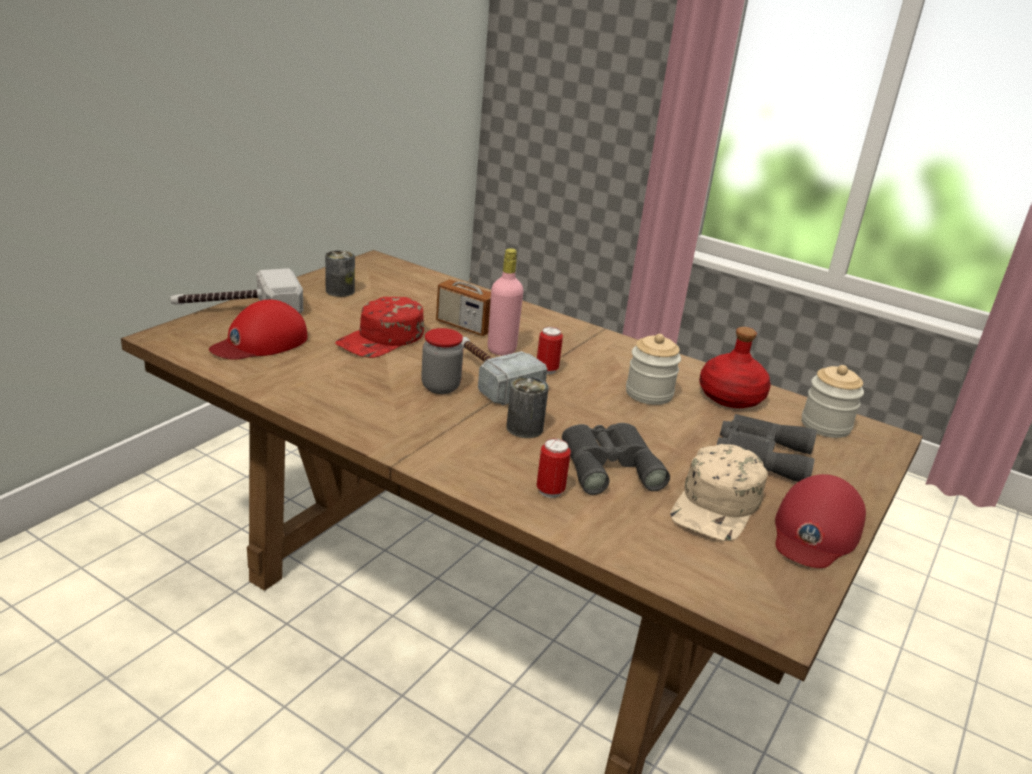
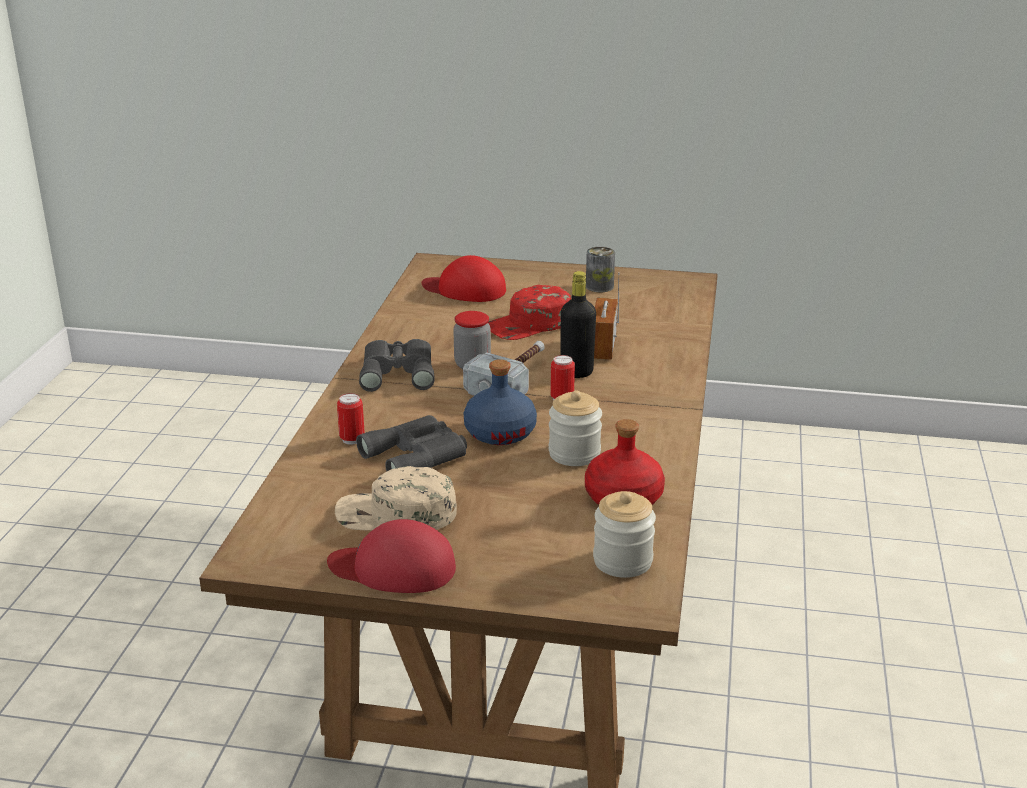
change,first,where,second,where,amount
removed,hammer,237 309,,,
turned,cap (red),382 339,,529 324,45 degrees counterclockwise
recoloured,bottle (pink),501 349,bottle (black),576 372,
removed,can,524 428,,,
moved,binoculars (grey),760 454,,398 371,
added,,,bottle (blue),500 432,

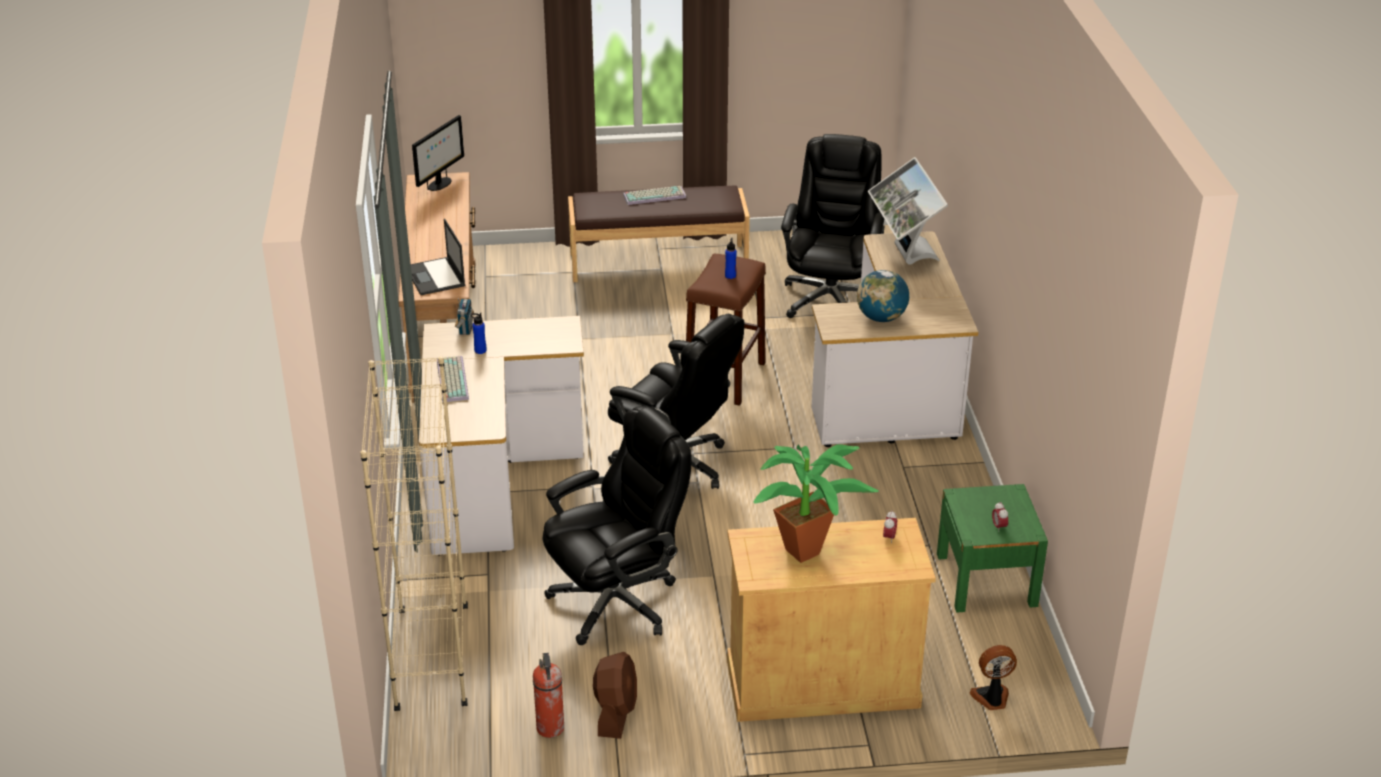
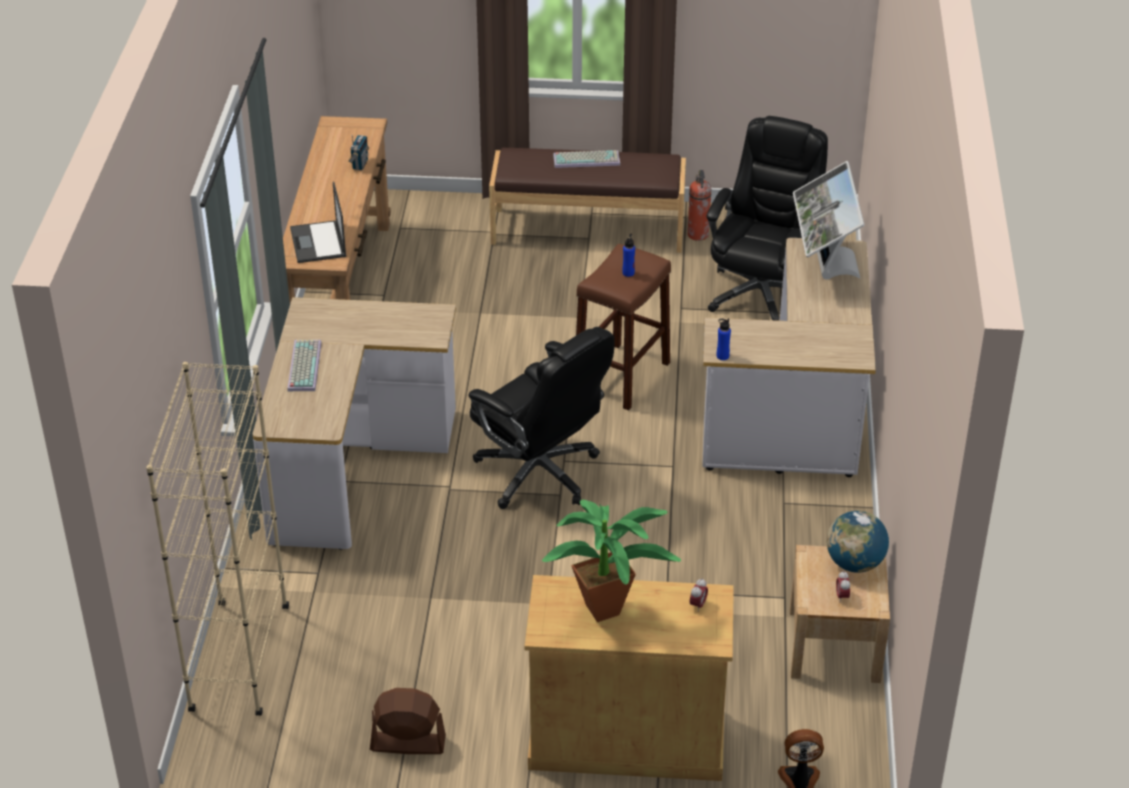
change,first,where,second,where,amount
removed,monitor,439 184,,,
moved,radio,465 329,,359 164,
moved,bottle (blue),480 350,,722 356,
moved,fire extinguisher,550 729,,698 235,
removed,office chair (black),617 601,,,
turned,fan (brown),615 712,,407 743,105 degrees counterclockwise
moved,globe,881 318,,855 563,
recoloured,nightstand (green),986 580,nightstand (beige),834 645,

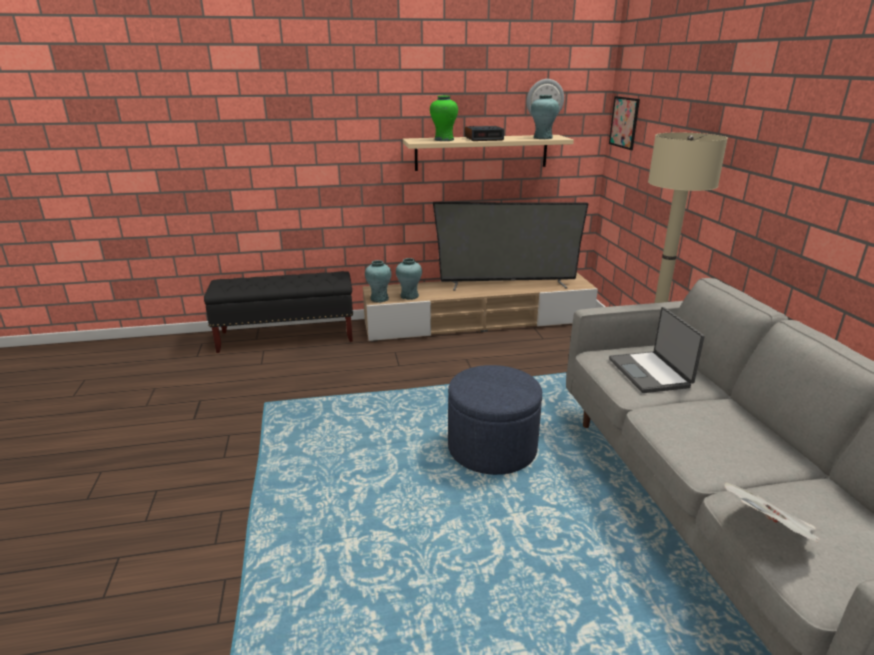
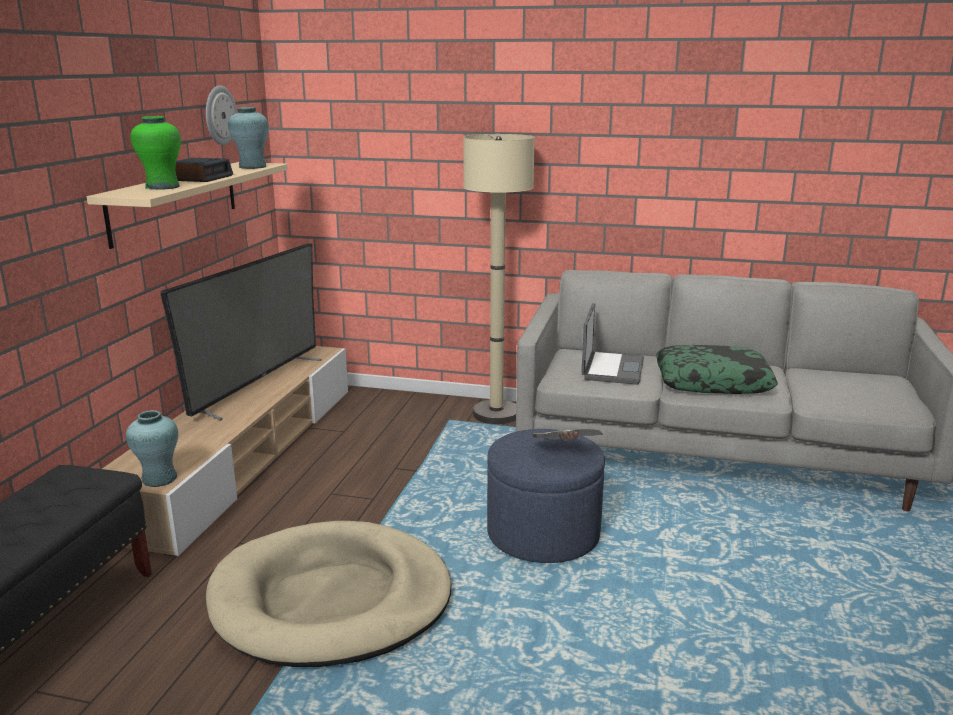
change,first,where,second,where,amount
removed,vase (turquoise),409 296,,,
removed,picture,624 122,,,
turned,laptop,650 373,,611 369,90 degrees counterclockwise
moved,newspaper,769 531,,565 452,
added,,,dog bed (beige),331 600,
added,,,pillow,712 381,

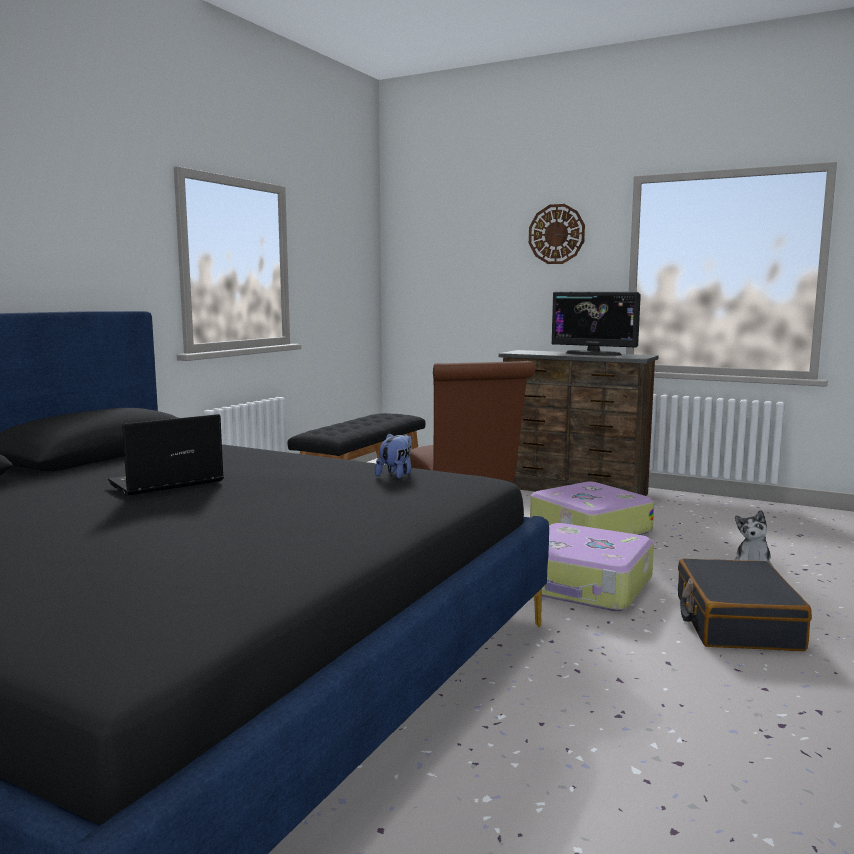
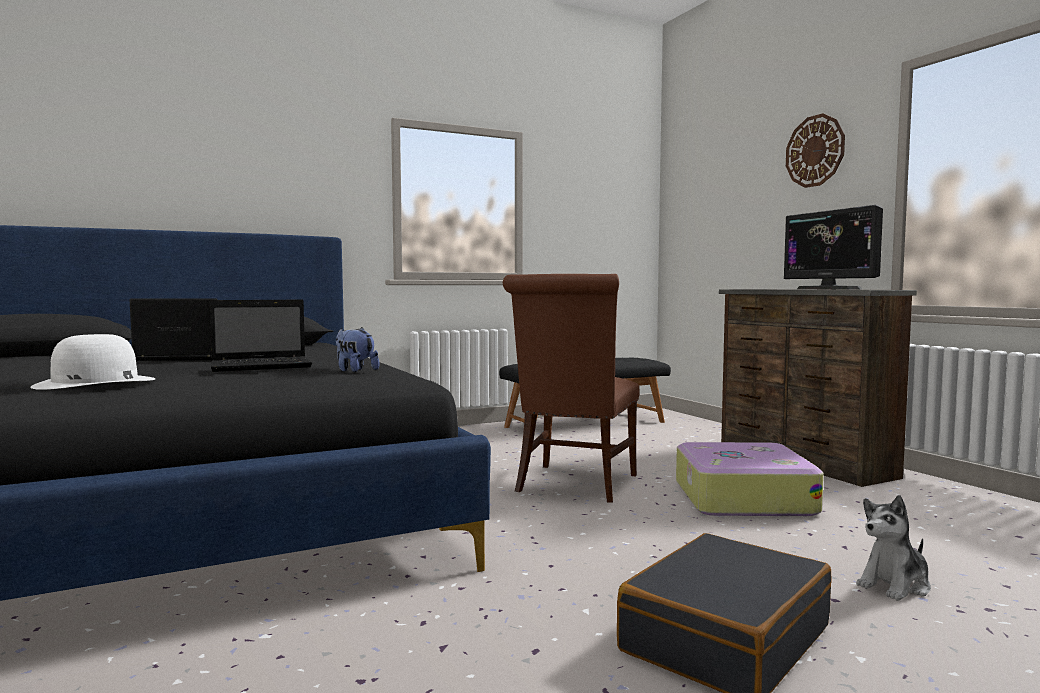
change,first,where,second,where,amount
turned,plush toy,396 475,,355 370,105 degrees counterclockwise
removed,suitcase,585 585,,,
added,,,hat (white),95 383,
added,,,laptop,263 366,

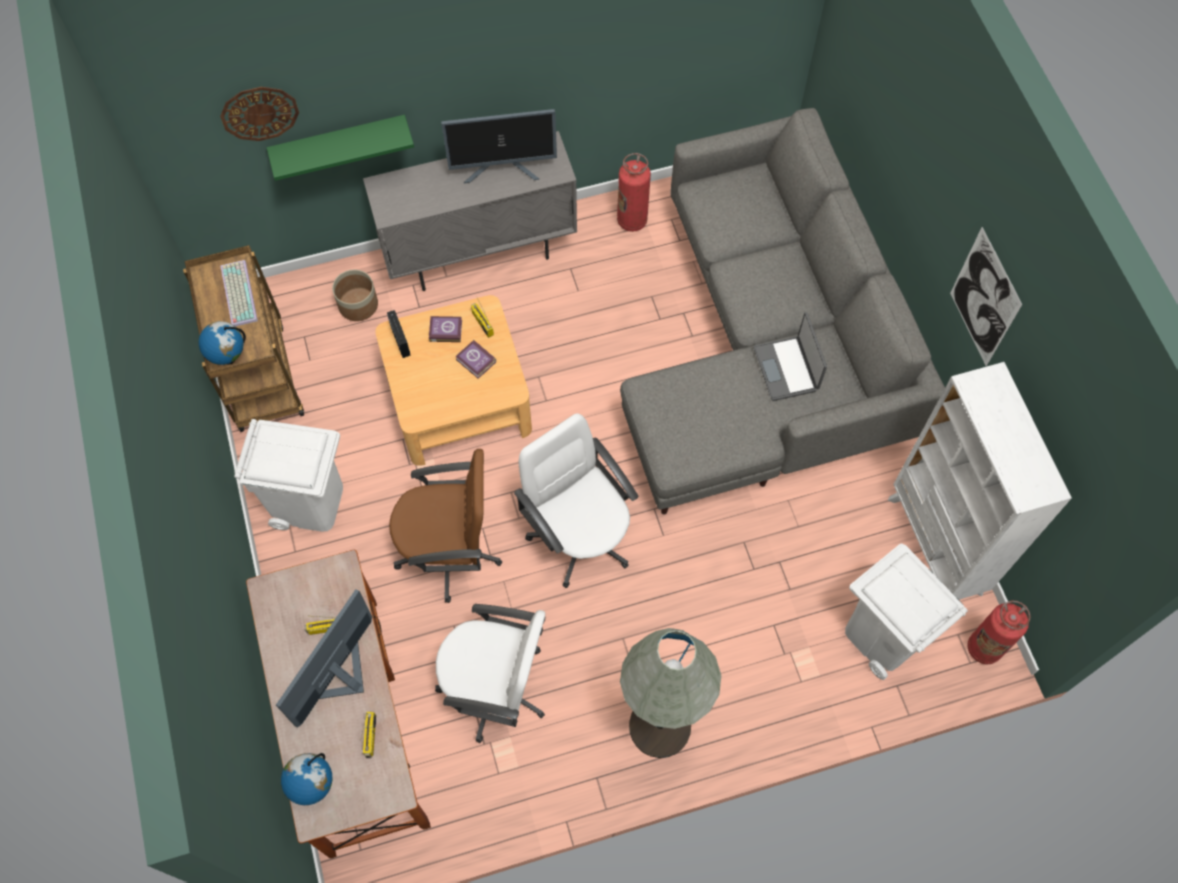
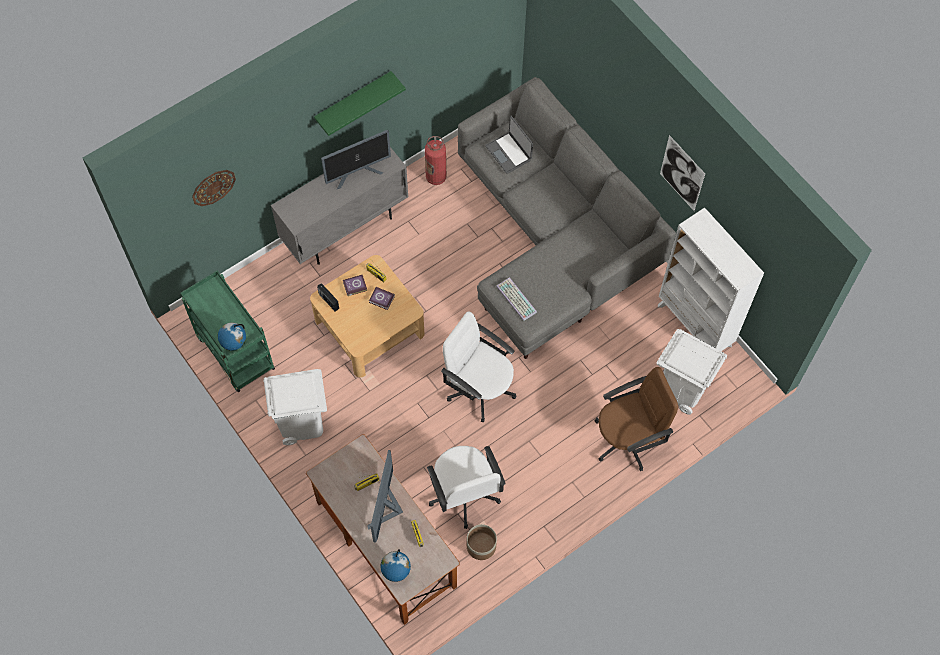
change,first,where,second,where,amount
recoloured,cart (brown),259 374,cart (green),234 352,
moved,keyboard,237 293,,515 299,
moved,shelf (green),339 144,,353 101,
moved,planter,358 304,,481 546,
moved,office chair (brown),450 550,,628 439,
turned,office chair (white),496 687,,464 494,75 degrees clockwise
removed,floor lamp (grey),659 726,,,
moved,laptop,787 369,,509 153,
removed,fire extinguisher,984 648,,,

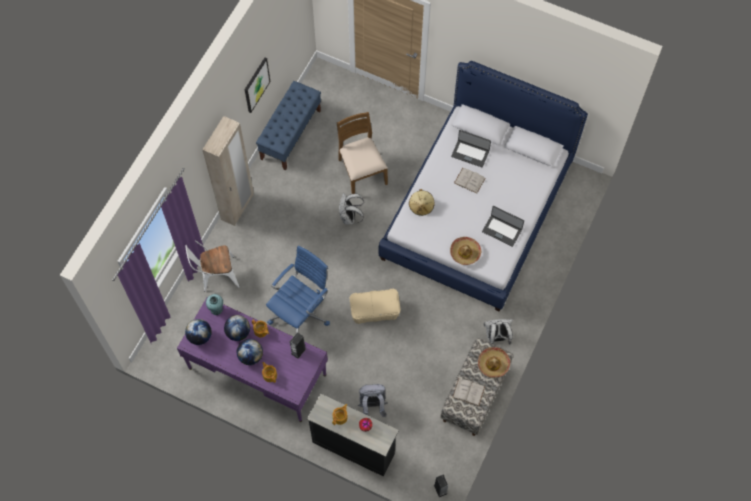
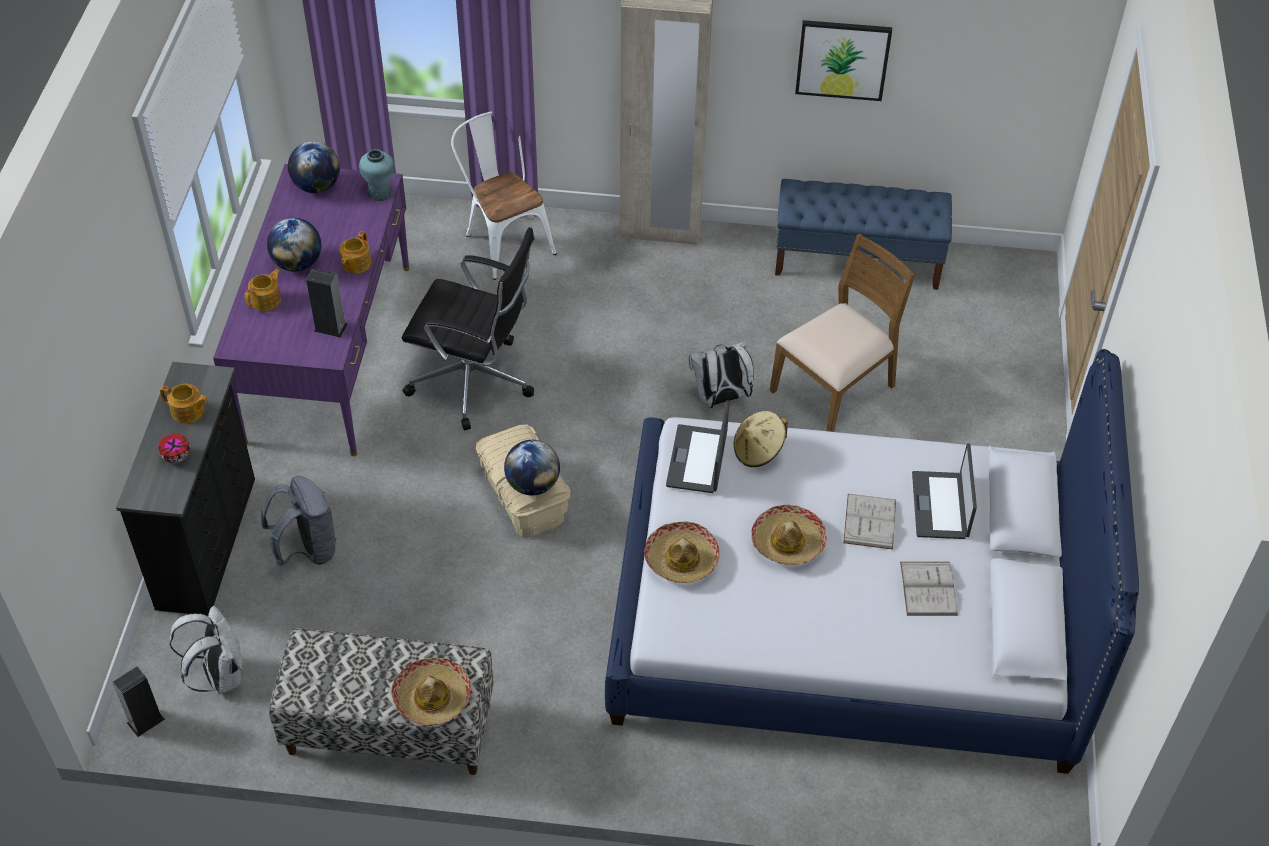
change,first,where,second,where,amount
moved,globe,238 332,,533 484,
recoloured,office chair (blue),301 313,office chair (black),475 381,
moved,book (white),468 392,,928 588,
moved,laptop,502 230,,698 459,
moved,backpack (white),496 337,,219 675,
added,,,hat,788 542,

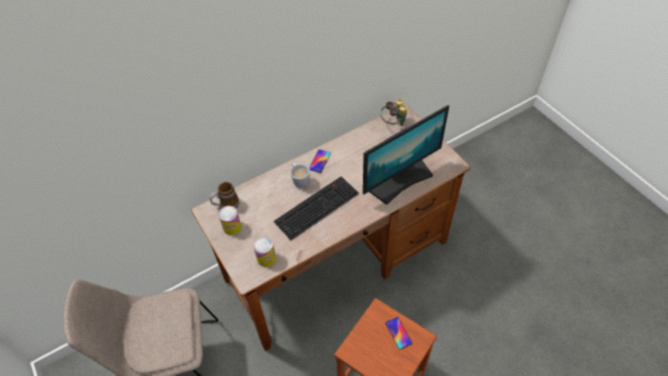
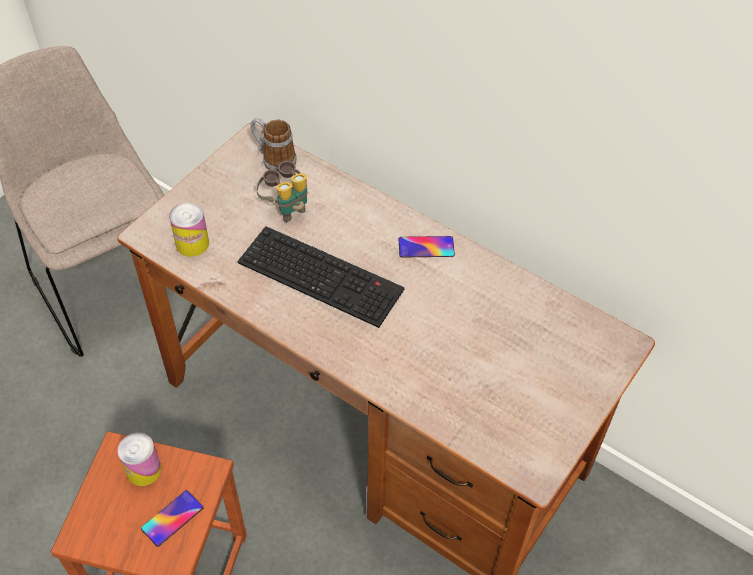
change,first,where,second,where,amount
moved,can,232 227,,144 470,
removed,mug (white),299 180,,,
removed,monitor,400 180,,,
moved,binoculars,393 123,,286 207,

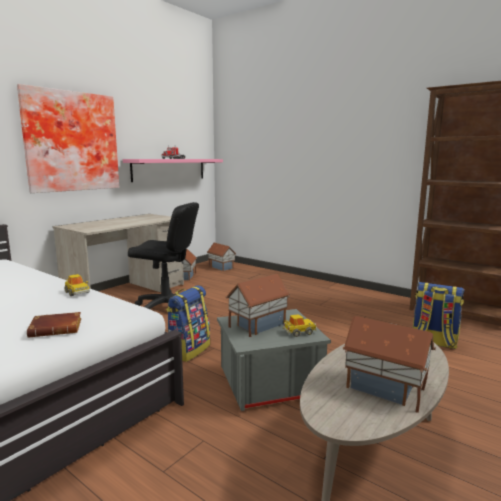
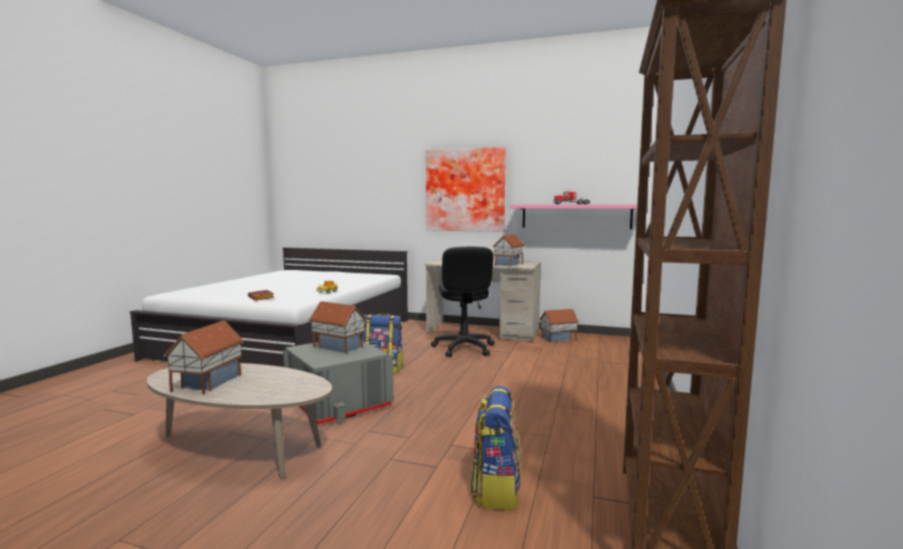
change,first,where,second,where,amount
moved,toy house,221 267,,509 264,
removed,toy car,299 332,,,

